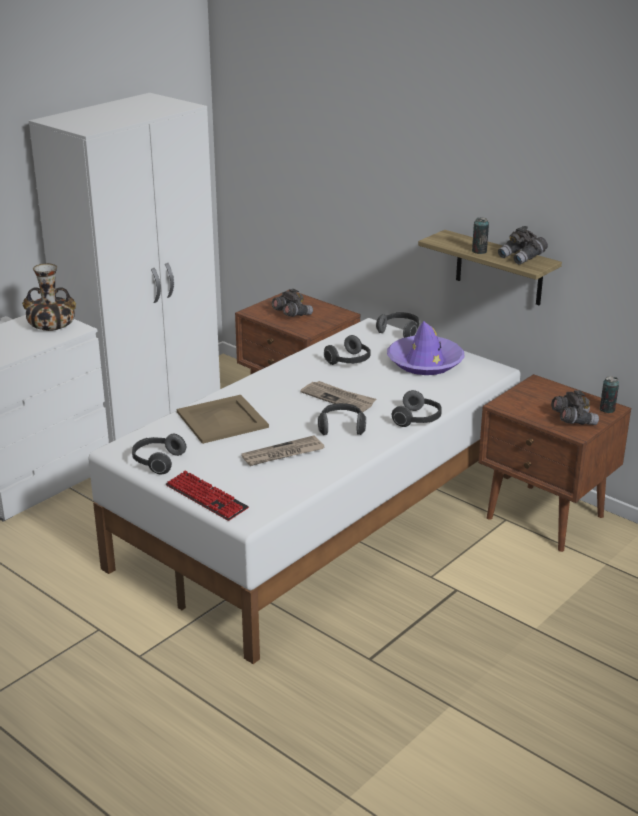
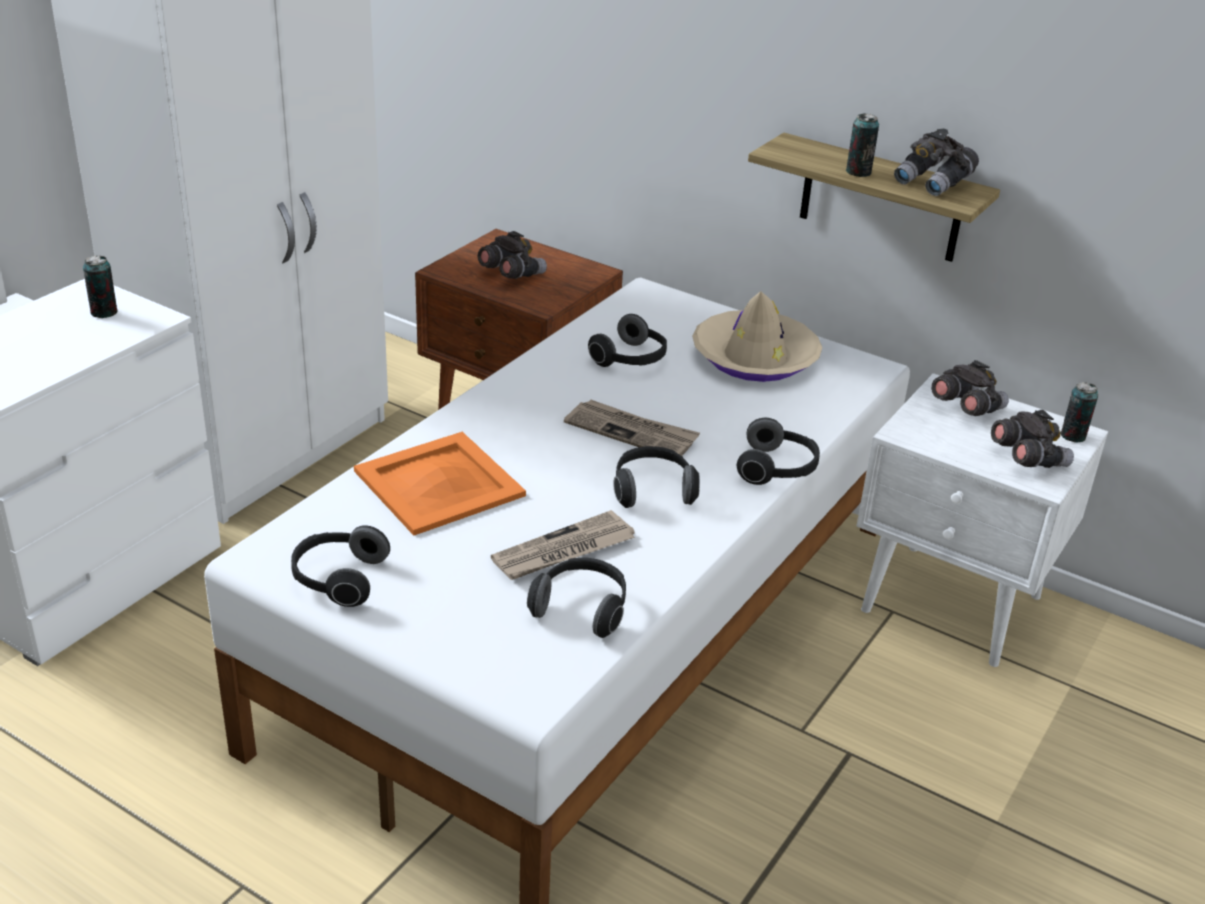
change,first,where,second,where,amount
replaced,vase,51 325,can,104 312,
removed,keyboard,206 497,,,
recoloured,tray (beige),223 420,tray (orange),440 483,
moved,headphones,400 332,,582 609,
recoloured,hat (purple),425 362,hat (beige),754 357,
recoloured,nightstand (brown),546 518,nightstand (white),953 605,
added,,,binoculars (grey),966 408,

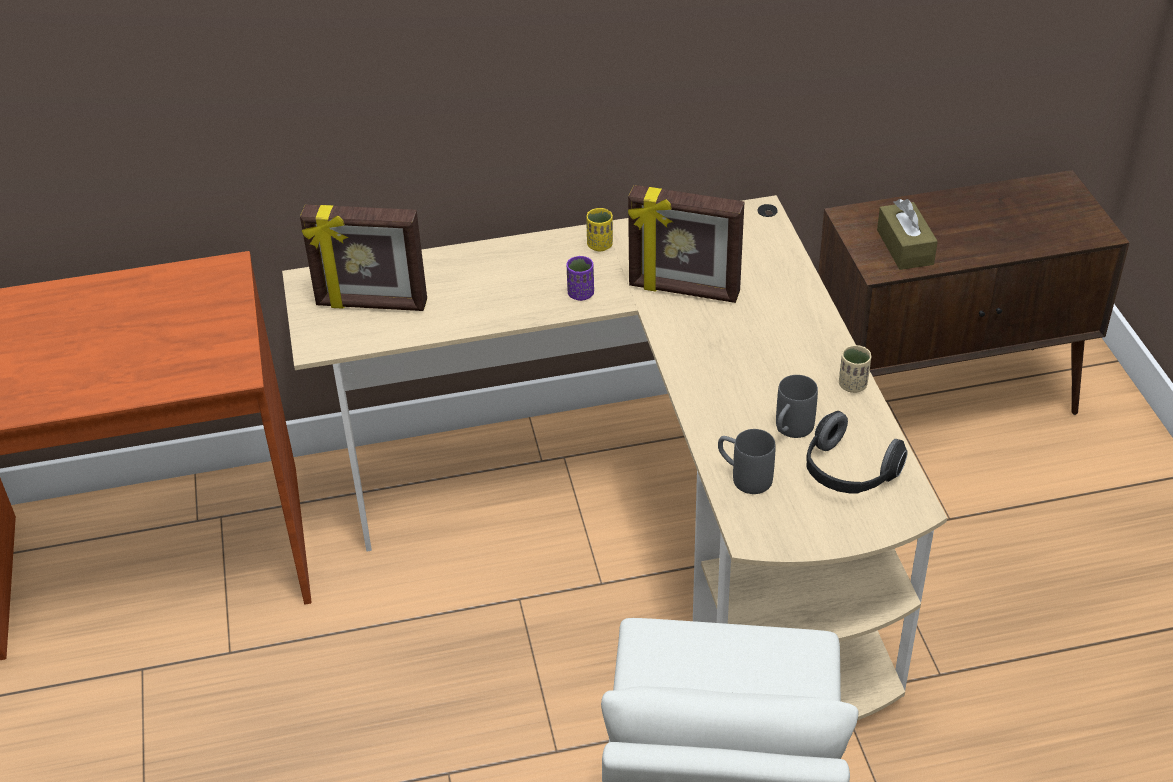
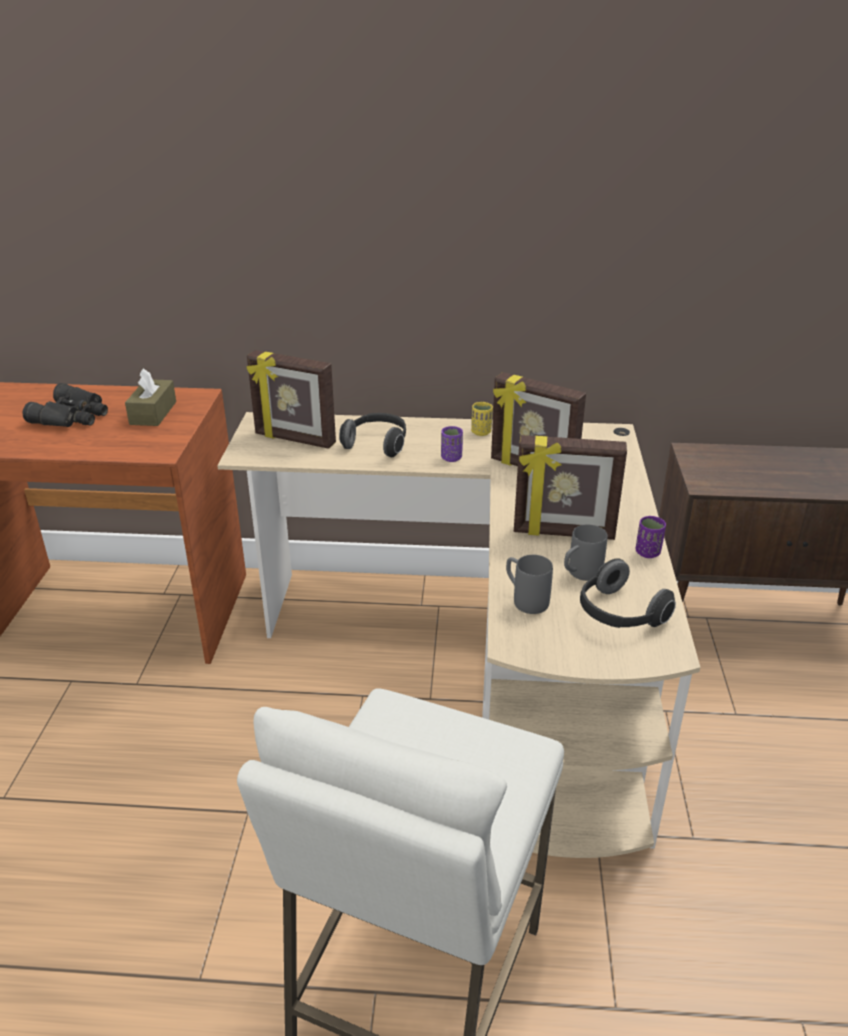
change,first,where,second,where,amount
recoloured,cup (beige),852 385,cup (purple),647 553,
moved,tissue box (brown),905 247,,153 413,
added,,,binoculars (black),73 416,
added,,,headphones,377 444,
added,,,picture frame,563 533,

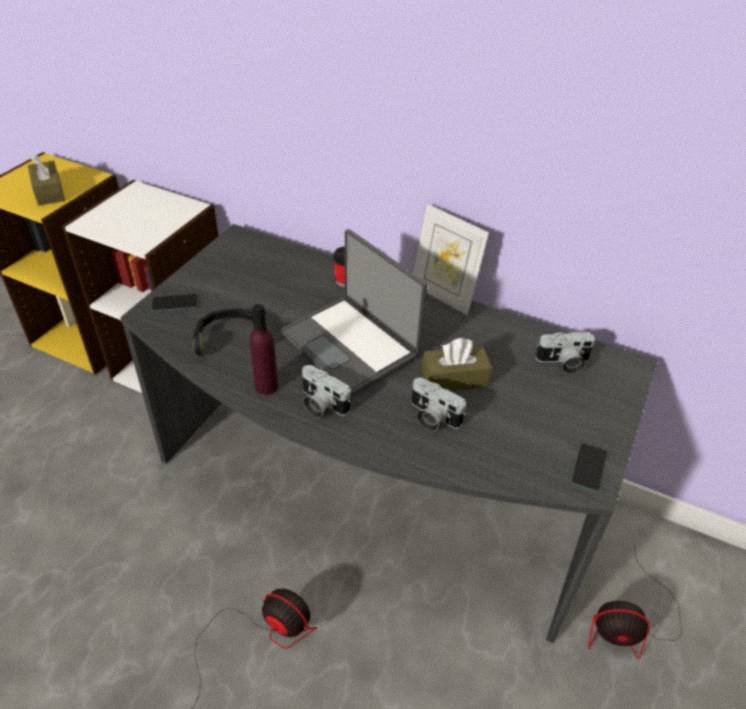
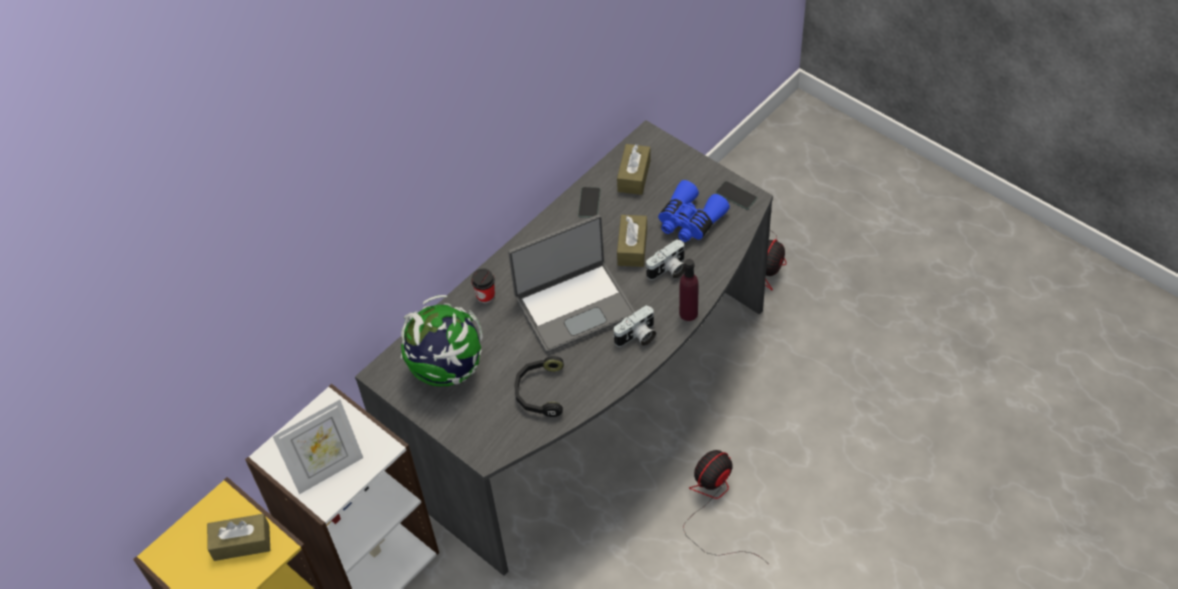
change,first,where,second,where,amount
moved,phone,175 303,,589 203,
moved,bottle (purple),266 386,,688 313,
moved,picture frame,443 296,,328 470,
replaced,photo camera,563 363,tissue box (brown),634 176,
added,,,globe,447 369,
added,,,binoculars (blue),689 221,

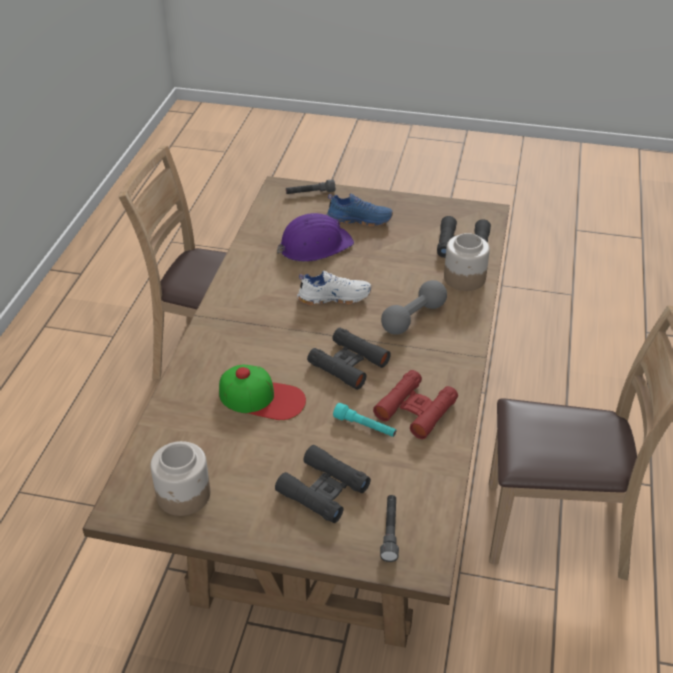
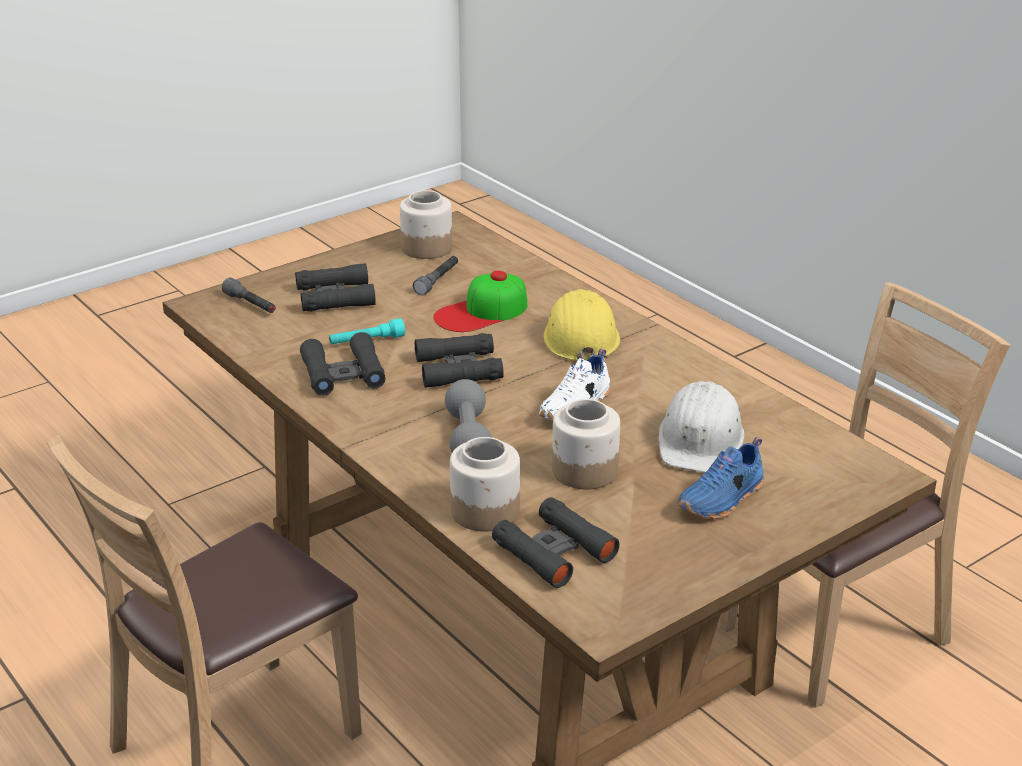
change,first,where,second,where,amount
recoloured,hard hat (purple),314 245,hard hat (white),700 439,
moved,flashlight (grey),310 193,,437 281,
recoloured,binoculars (red),416 409,binoculars (black),343 374,
added,,,hard hat (yellow),580 337,
added,,,jar,584 471,

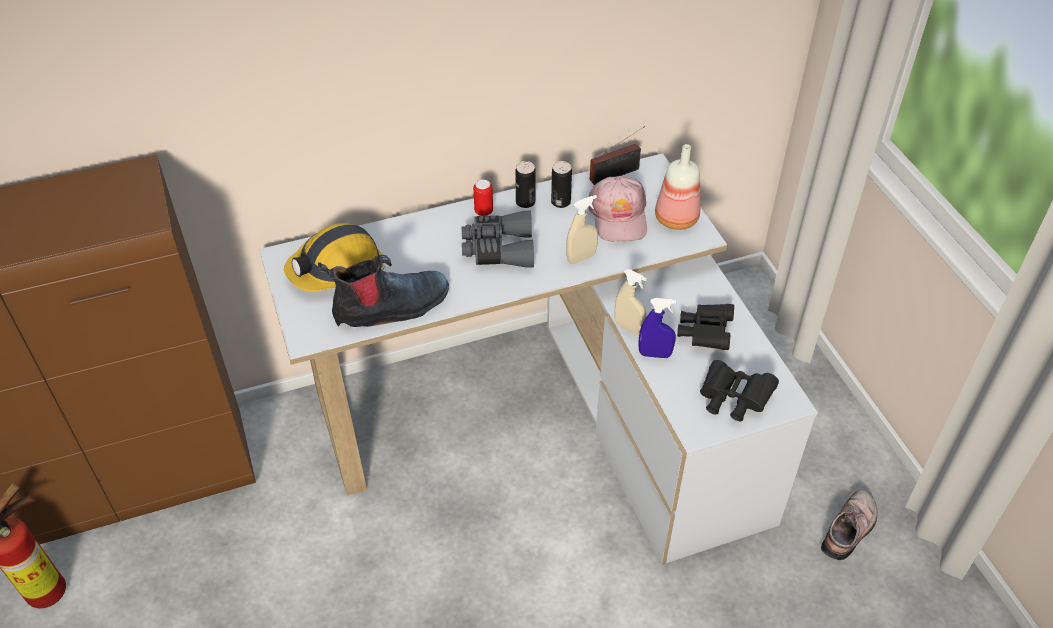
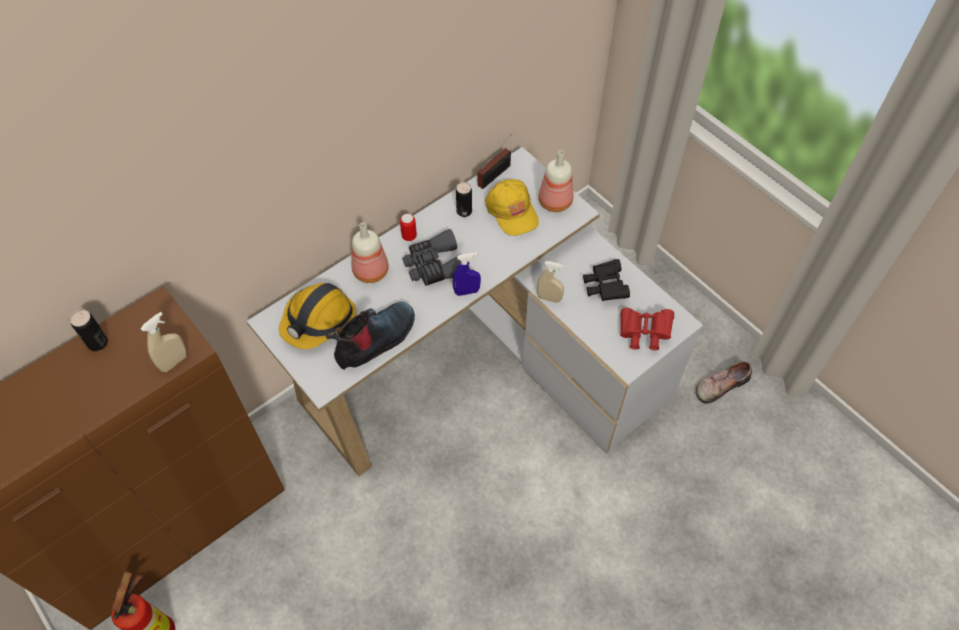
change,first,where,second,where,amount
moved,can,525 202,,97 343,
moved,spray bottle (beige),581 258,,174 362,
recoloured,cap (pink),618 216,cap (yellow),512 211,
moved,spray bottle (blue),654 354,,467 291,
recoloured,binoculars (black),733 400,binoculars (red),643 333,
turned,shoe,850 530,,720 384,135 degrees counterclockwise
added,,,bottle,370 270,

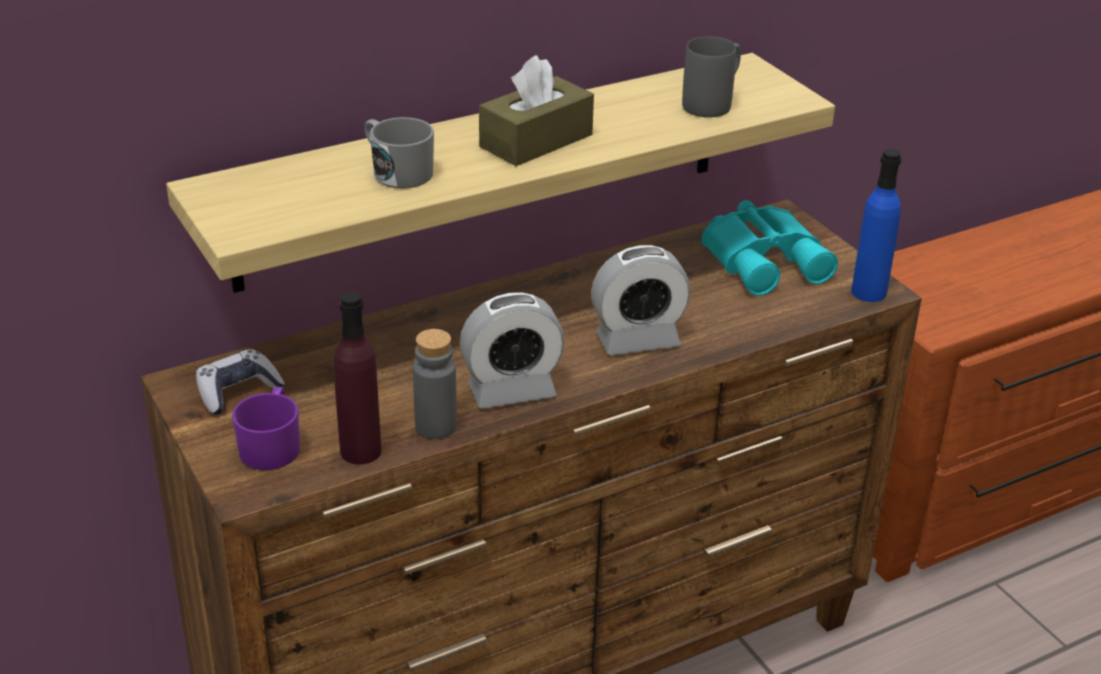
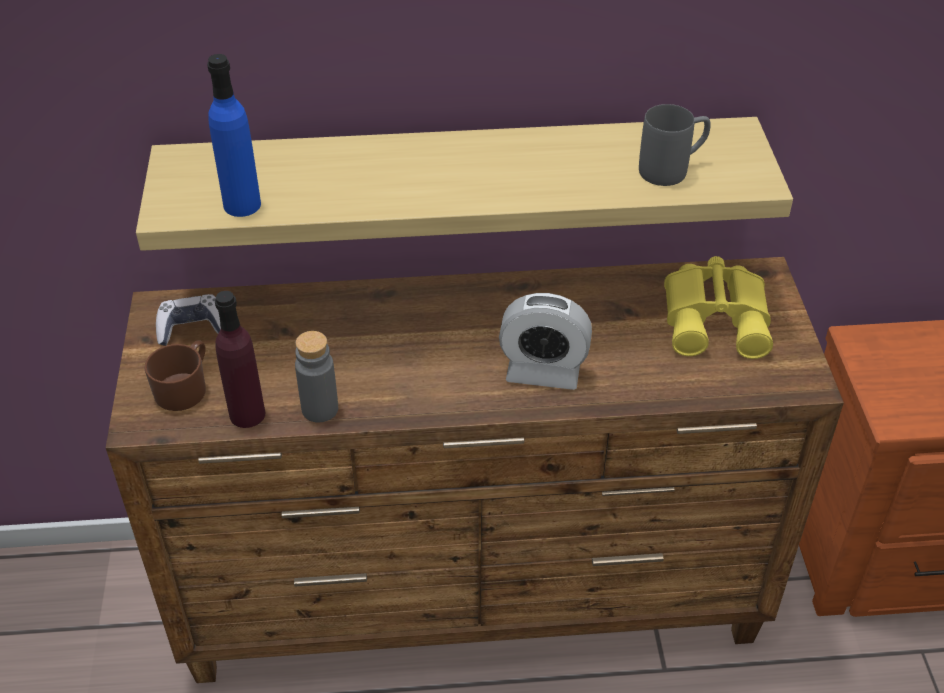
change,first,where,second,where,amount
recoloured,mug (purple),272 446,mug (brown),185 388,
removed,mug (grey),397 172,,,
removed,alarm clock,511 391,,,
removed,tissue box (brown),536 141,,,
recoloured,binoculars (turquoise),766 259,binoculars (yellow),717 318,
moved,bottle (blue),869 292,,242 205,

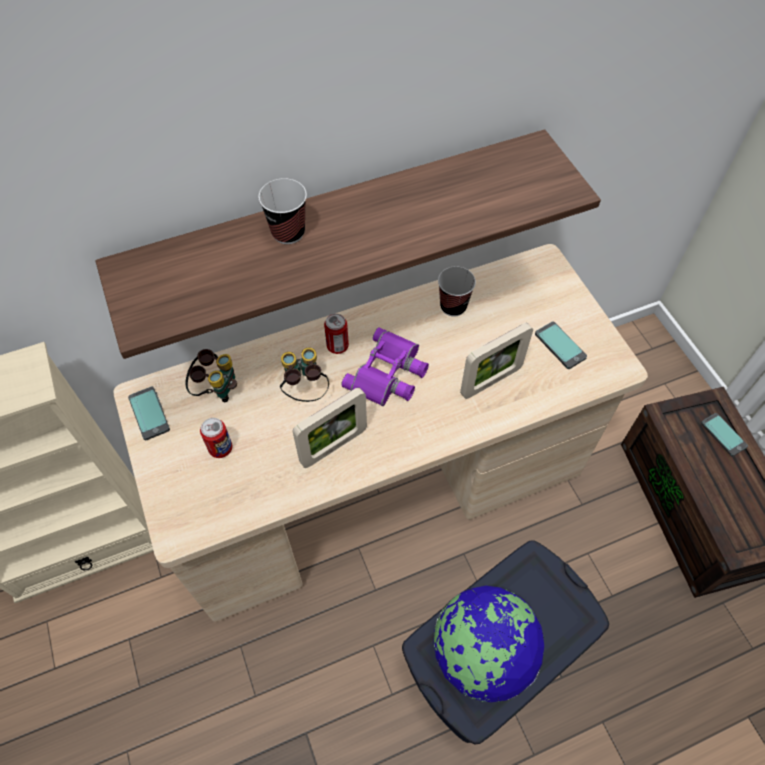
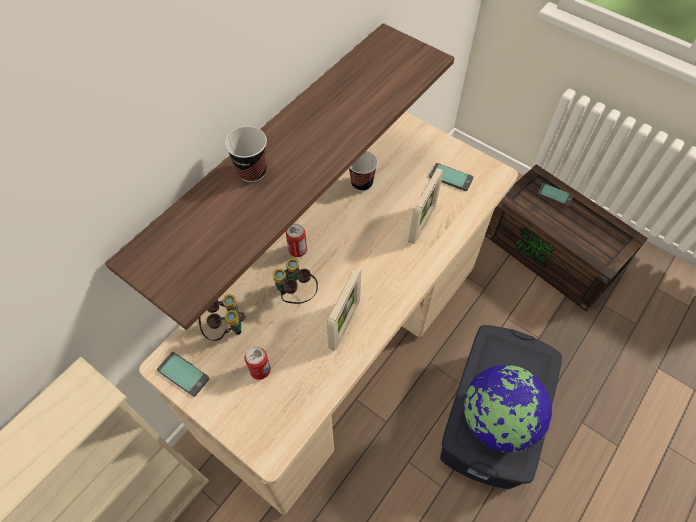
change,first,where,second,where,amount
removed,binoculars (purple),389 374,,,

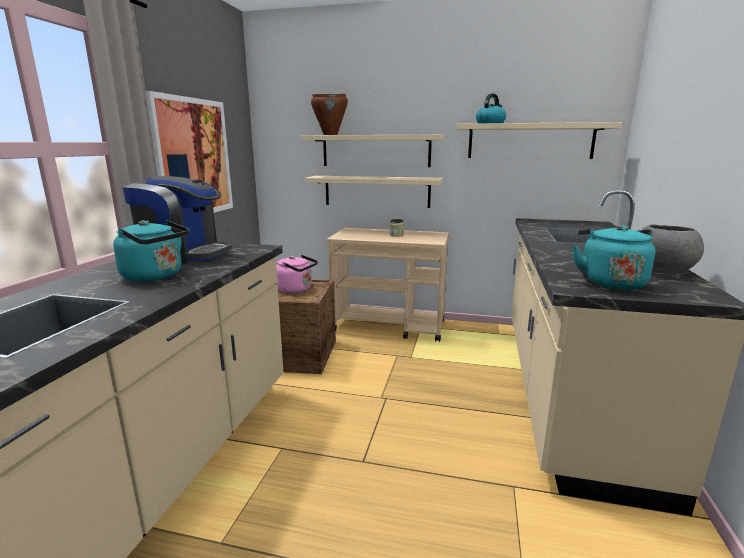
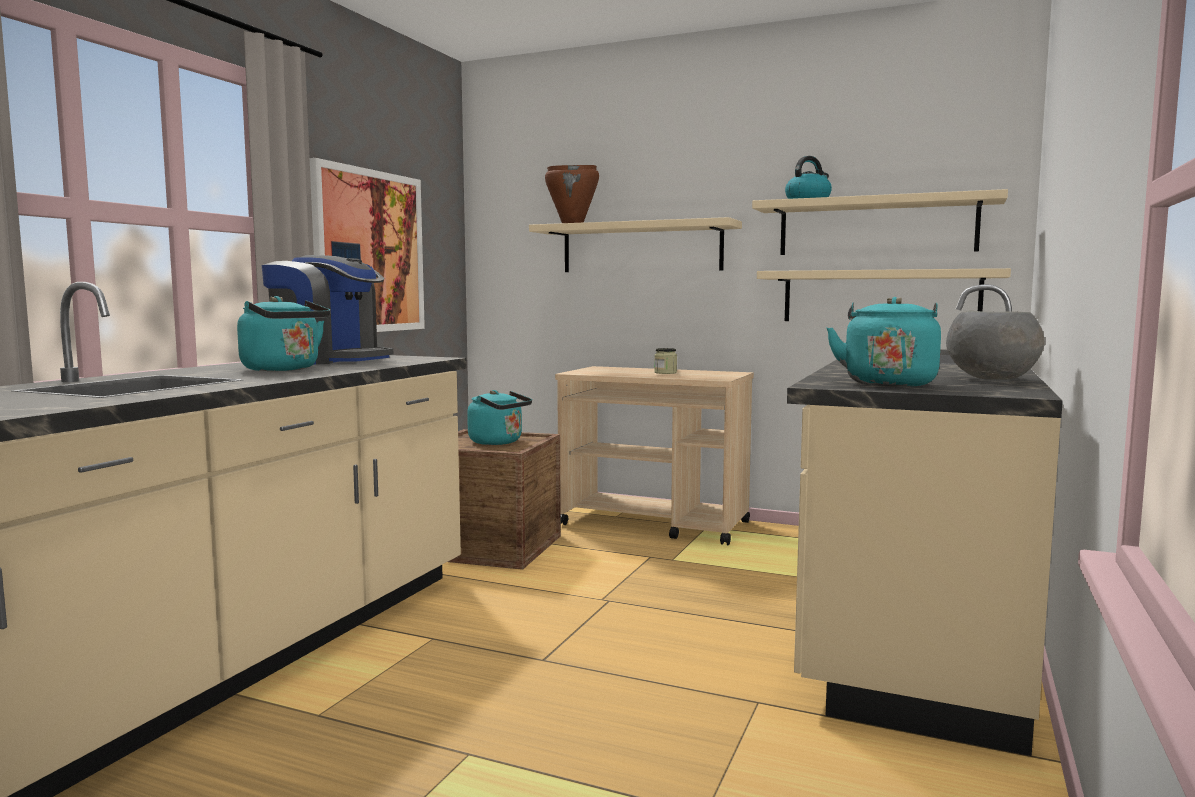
change,first,where,second,where,amount
recoloured,kettle (pink),296 289,kettle (turquoise),498 442,
moved,shelf (beige),377 191,,880 296,

